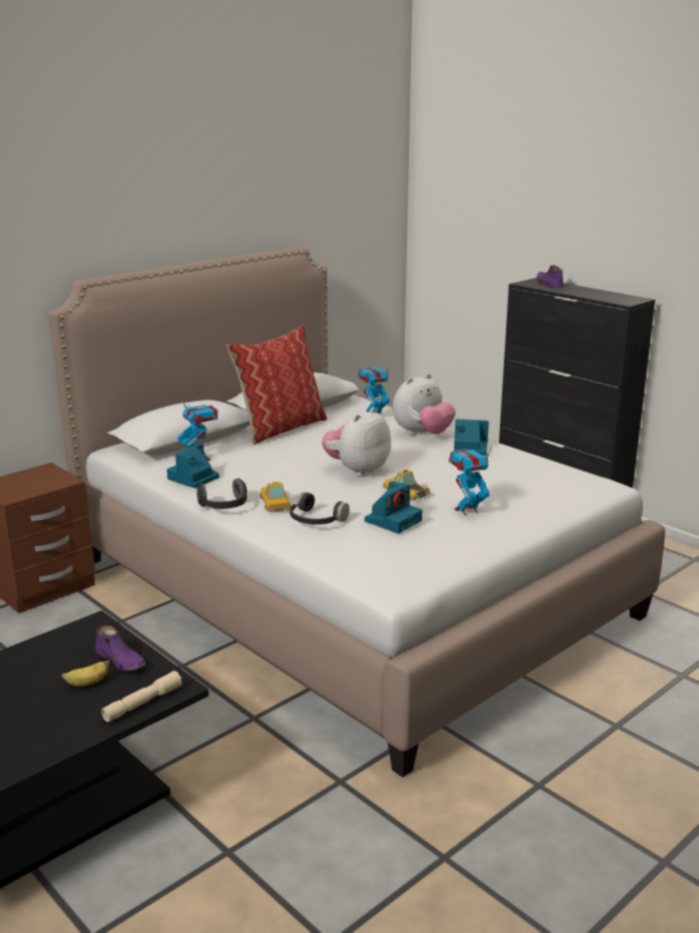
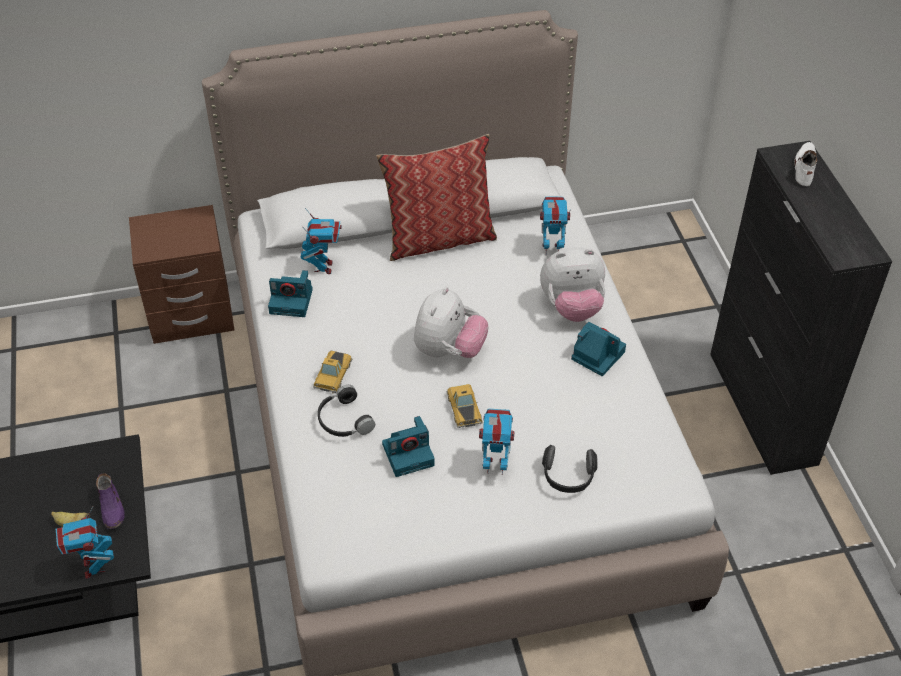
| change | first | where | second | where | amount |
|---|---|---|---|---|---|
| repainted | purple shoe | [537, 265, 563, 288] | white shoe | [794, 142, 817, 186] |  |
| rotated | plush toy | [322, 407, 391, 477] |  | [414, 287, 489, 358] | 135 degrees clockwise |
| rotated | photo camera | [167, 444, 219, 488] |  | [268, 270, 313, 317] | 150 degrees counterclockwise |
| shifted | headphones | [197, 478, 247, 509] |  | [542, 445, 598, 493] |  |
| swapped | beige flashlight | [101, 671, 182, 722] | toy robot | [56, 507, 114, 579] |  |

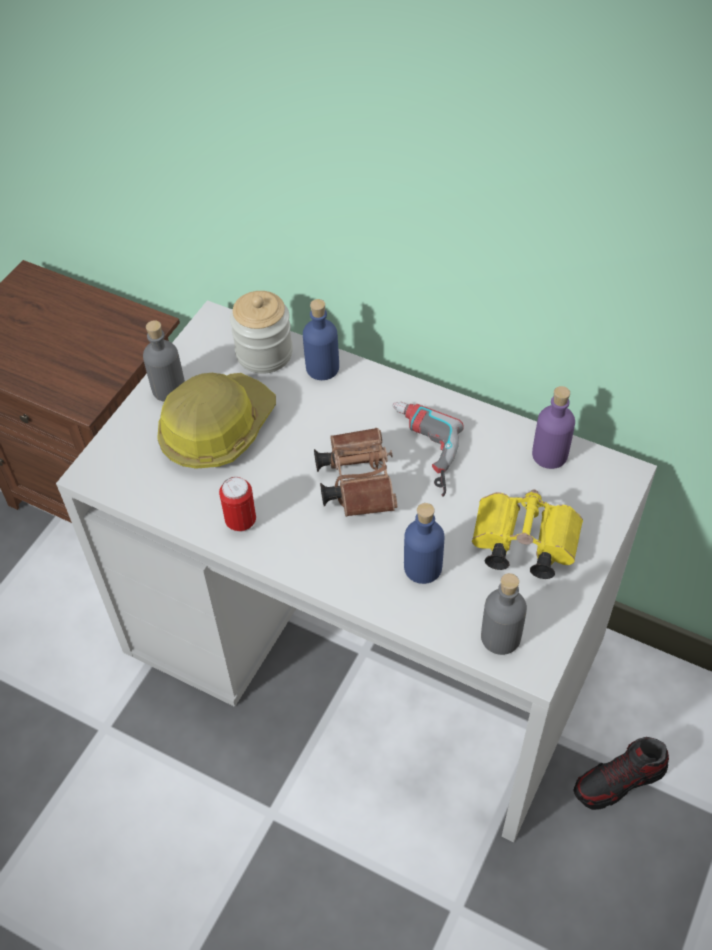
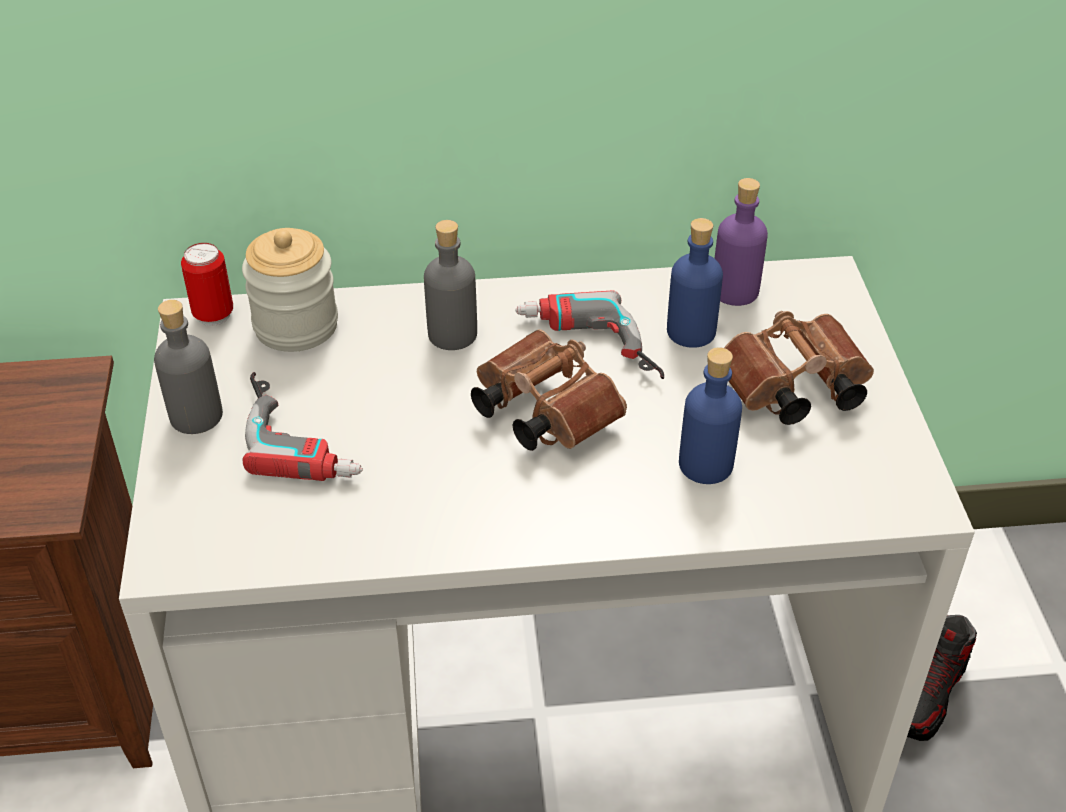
| change | first | where | second | where | amount |
|---|---|---|---|---|---|
| shifted | blue bottle | [303, 299, 339, 380] |  | [667, 218, 723, 348] |  |
| swapped | hard hat | [157, 373, 276, 469] | power drill | [243, 372, 363, 481] |  |
| shifted | can | [219, 477, 256, 532] |  | [181, 243, 233, 326] |  |
| repainted | yellow binoculars | [472, 490, 583, 579] | brown binoculars | [724, 311, 874, 425] |  |
| shifted | grey bottle | [481, 573, 527, 655] |  | [424, 220, 477, 350] |  |

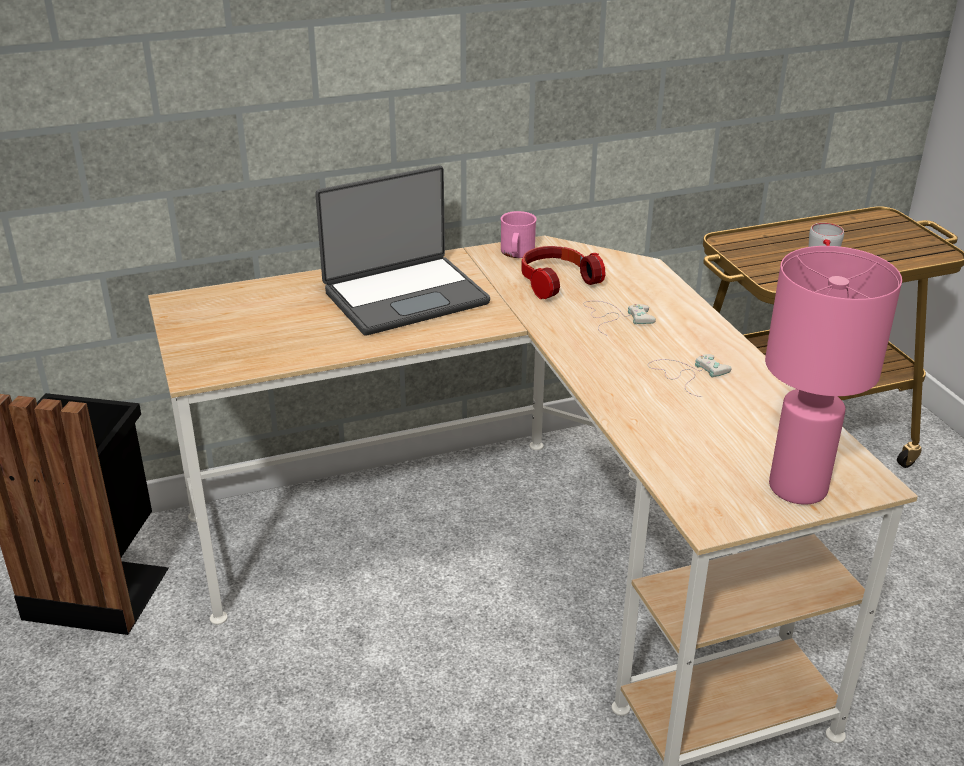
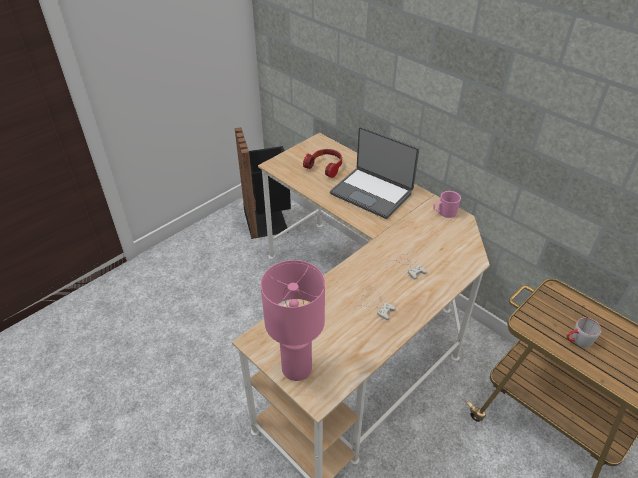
| change | first | where | second | where | amount |
|---|---|---|---|---|---|
| shifted | headphones | [521, 246, 606, 299] |  | [303, 149, 342, 178] |  |

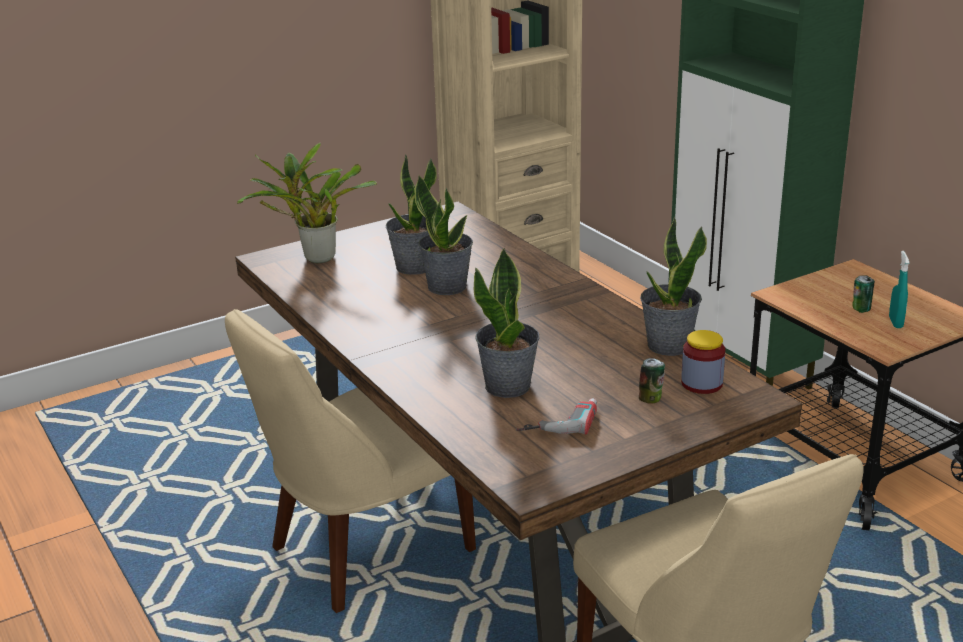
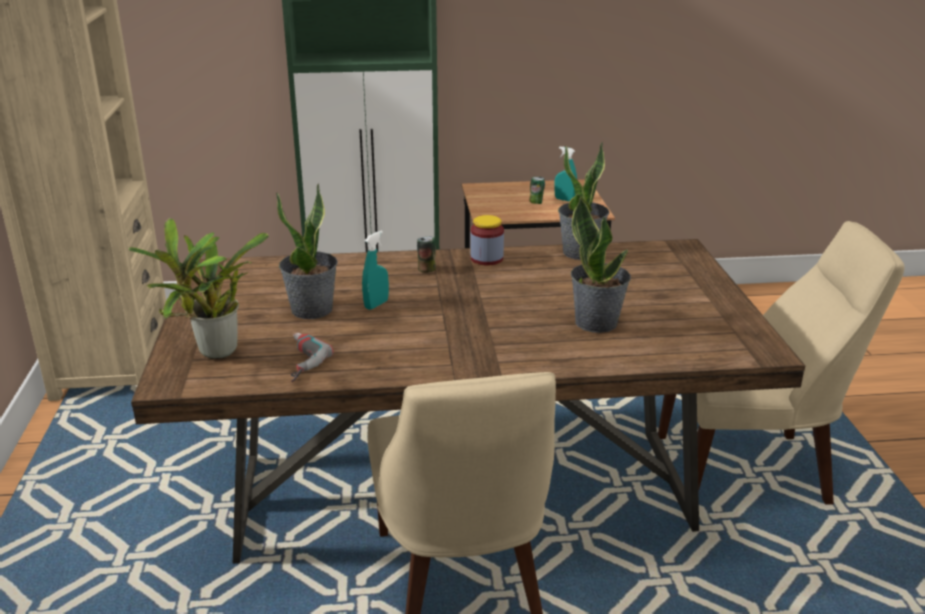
| change | first | where | second | where | amount |
|---|---|---|---|---|---|
| swapped | potted plant | [414, 175, 473, 295] | turquoise spray bottle | [362, 231, 389, 310] |  |
| shifted | jar | [681, 330, 725, 394] |  | [470, 215, 504, 265] |  |
| shifted | can | [639, 358, 665, 404] |  | [417, 236, 436, 273] |  |
| shifted | power drill | [516, 398, 597, 435] |  | [291, 333, 333, 382] |  |

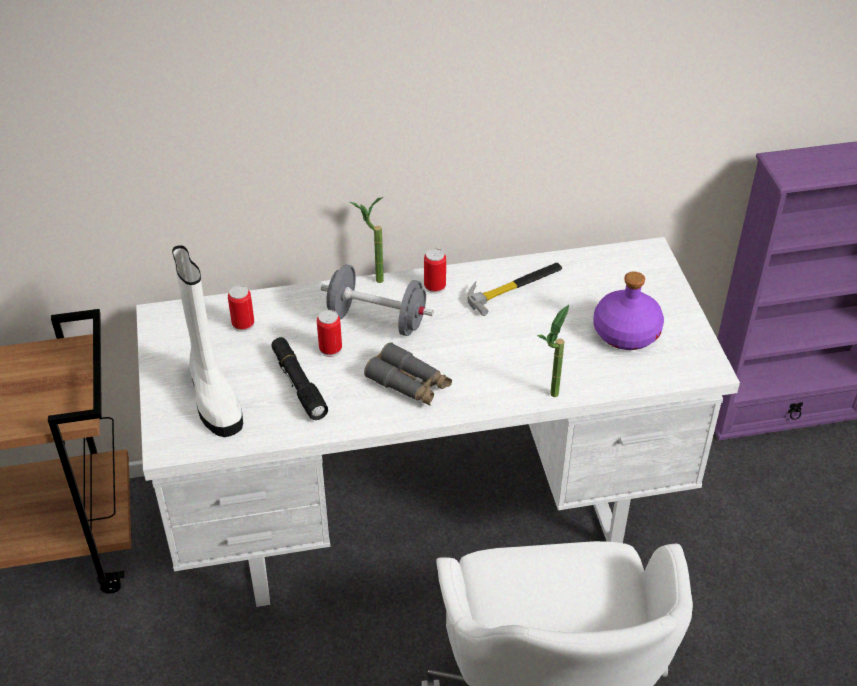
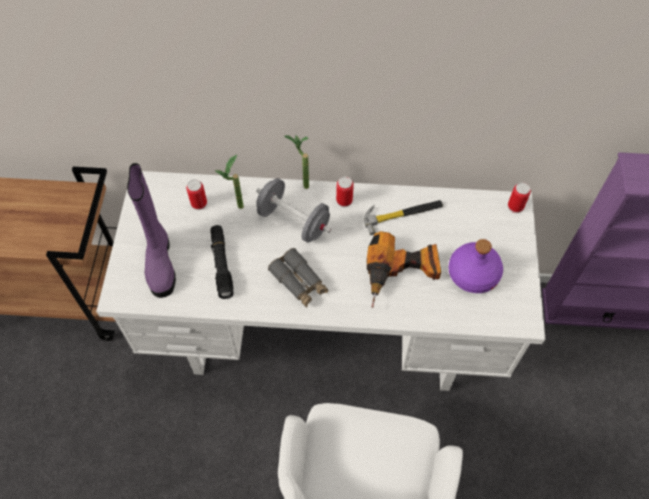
| change | first | where | second | where | amount |
|---|---|---|---|---|---|
| repainted | white boot | [172, 245, 243, 437] | purple boot | [127, 163, 176, 298] |  |
| shifted | potted plant | [537, 305, 569, 397] |  | [215, 155, 244, 209] |  |
| shifted | can | [317, 310, 342, 357] |  | [508, 182, 531, 213] |  |
| new |  |  | power drill | [367, 231, 441, 308] |  |

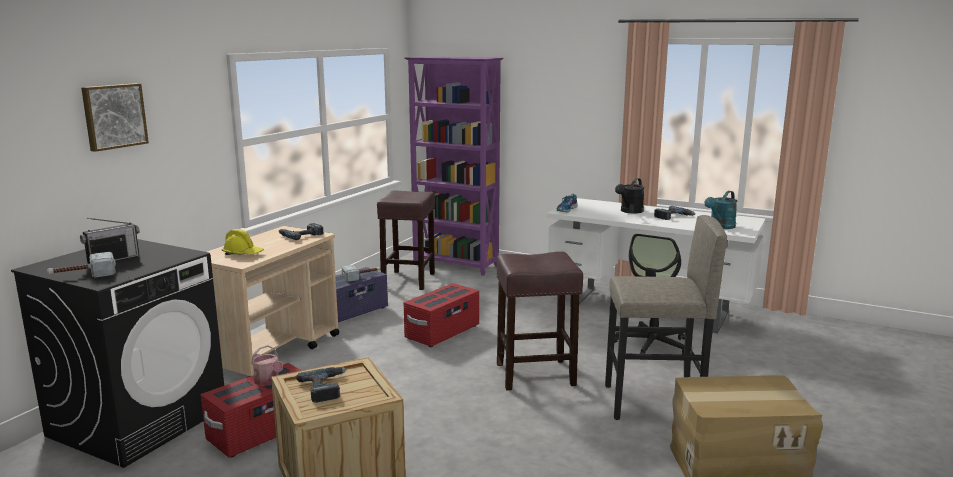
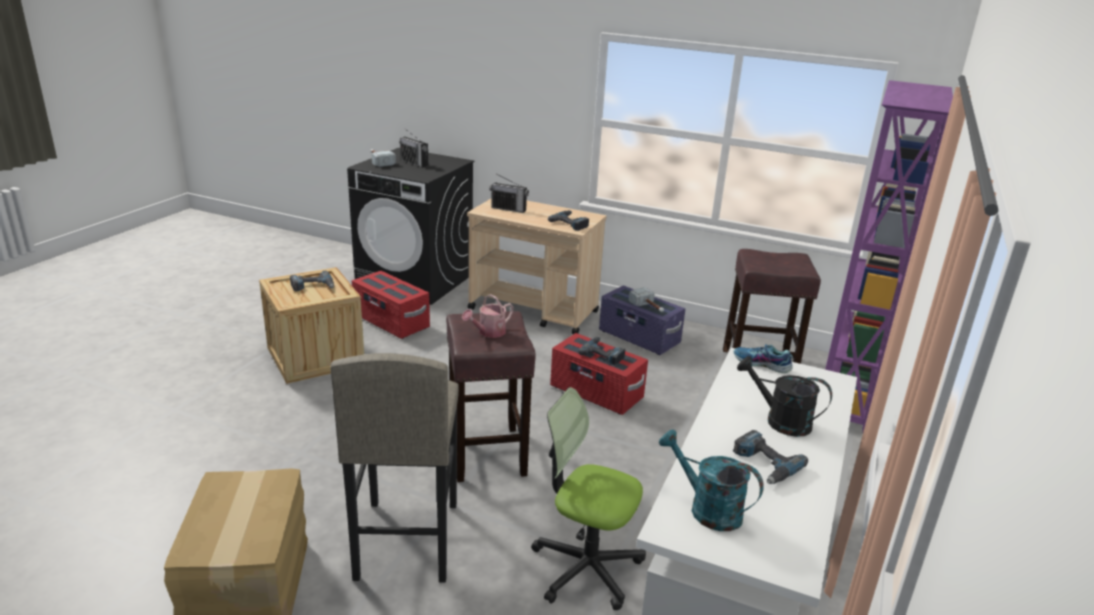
| change | first | where | second | where | amount |
|---|---|---|---|---|---|
| gone | picture | [81, 83, 149, 152] |  |  |  |
| swapped | yellow hard hat | [222, 229, 264, 255] | radio | [489, 174, 529, 213] |  |
| shifted | watering can | [251, 345, 283, 386] |  | [462, 294, 513, 338] |  |
| new |  |  | power drill | [578, 337, 626, 365] |  |

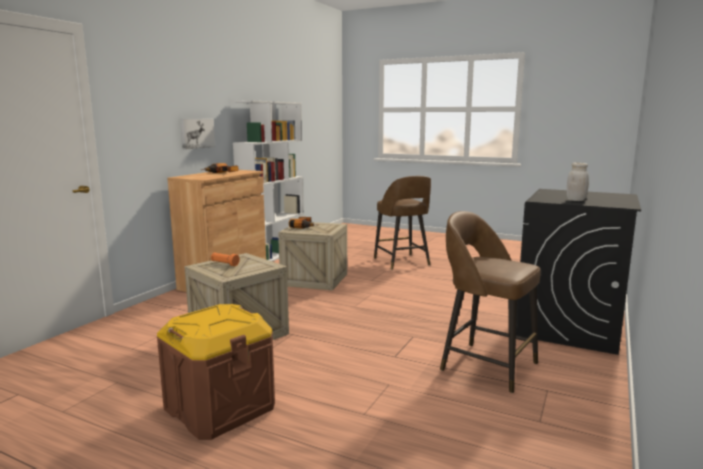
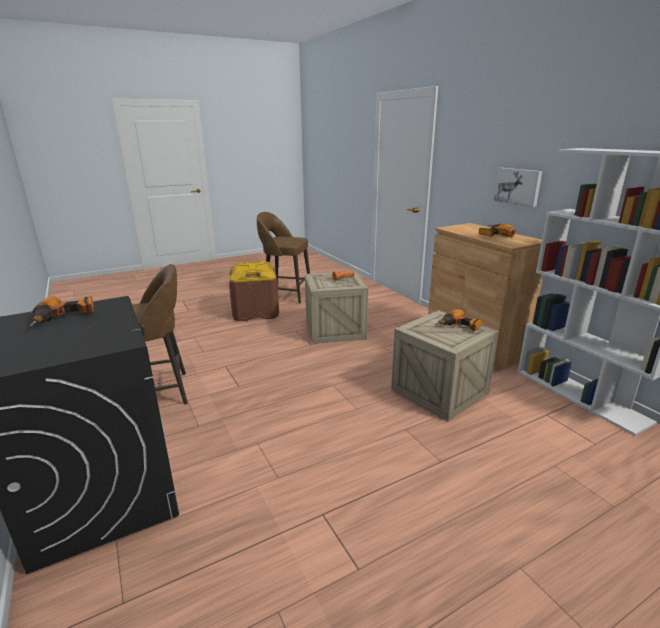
| change | first | where | second | where | amount |
|---|---|---|---|---|---|
| swapped | white jar | [567, 162, 589, 201] | power drill | [30, 296, 94, 327] |  |
| shifted | brown stool | [374, 176, 431, 270] |  | [257, 212, 310, 304] |  |

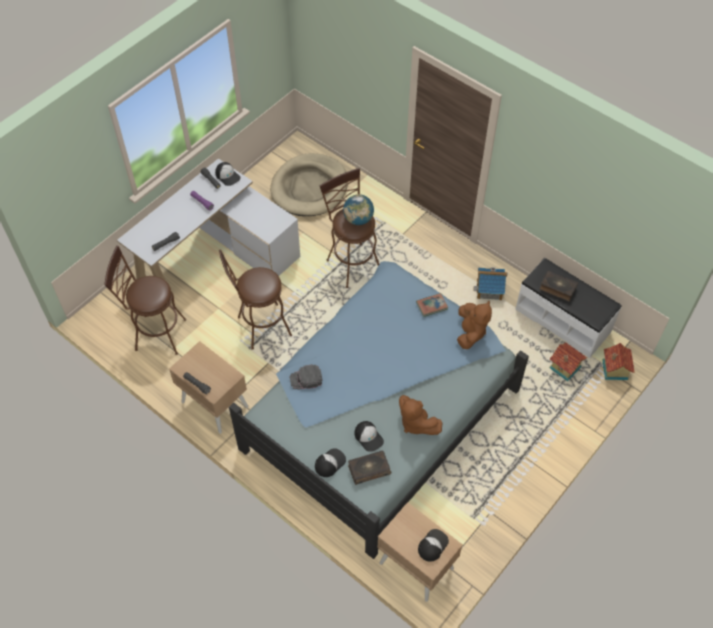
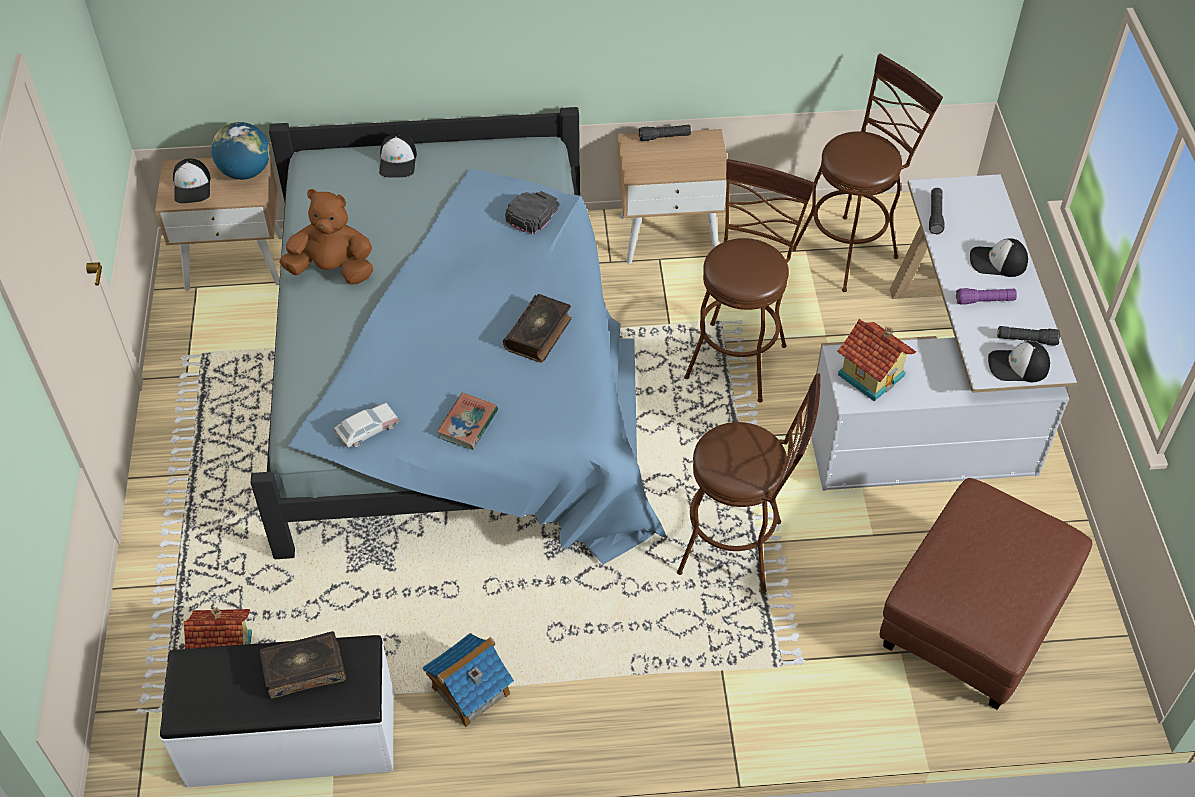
| change | first | where | second | where | amount |
|---|---|---|---|---|---|
| swapped | beige dog bed | [270, 153, 348, 216] | brown ottoman | [880, 478, 1092, 710] |  |
| shifted | globe | [343, 194, 374, 225] |  | [211, 122, 270, 180] |  |
| swapped | brown plush toy | [457, 301, 492, 349] | toy car | [334, 403, 399, 447] |  |
| shifted | toy house | [602, 343, 635, 380] |  | [837, 319, 916, 401] |  |
| shifted | cap | [354, 421, 384, 452] |  | [970, 238, 1028, 277] |  |
| shifted | book | [348, 450, 391, 485] |  | [503, 294, 572, 362] |  |

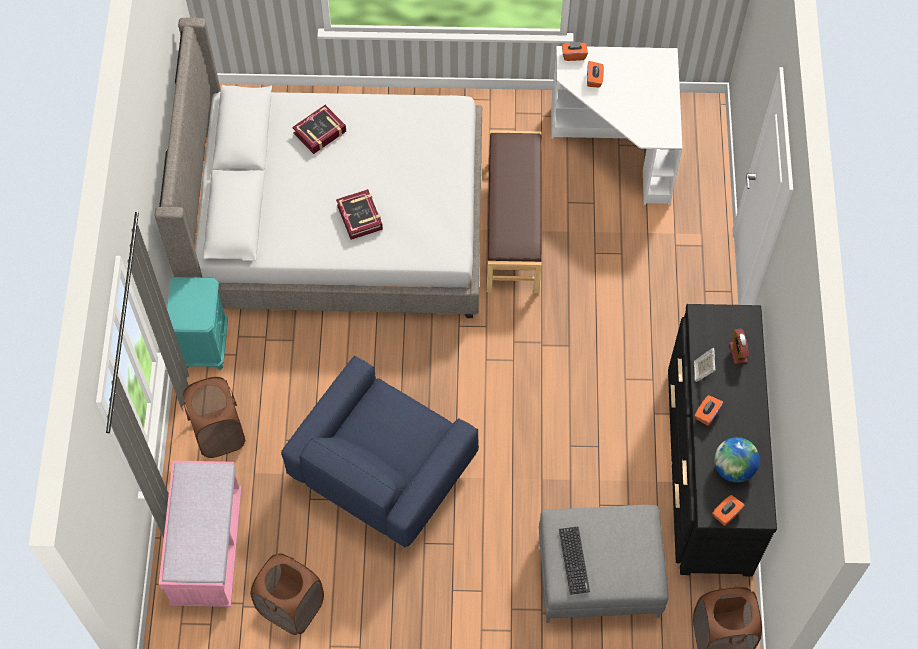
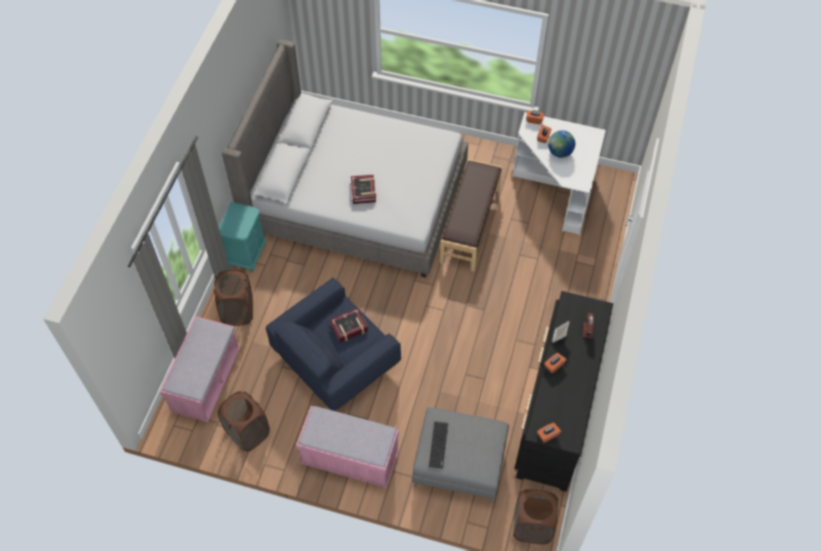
| change | first | where | second | where | amount |
|---|---|---|---|---|---|
| shifted | book | [292, 105, 346, 154] |  | [330, 308, 368, 342] |  |
| shifted | globe | [714, 437, 760, 483] |  | [548, 130, 575, 158] |  |
| new |  |  | pink bench | [296, 406, 399, 488] |  |

